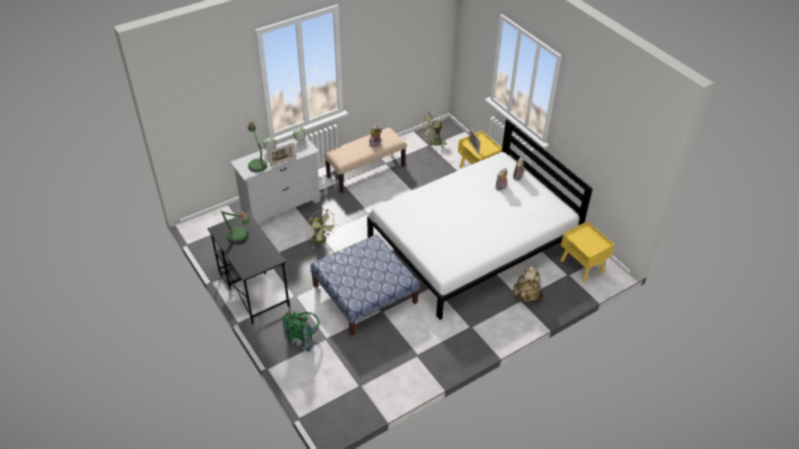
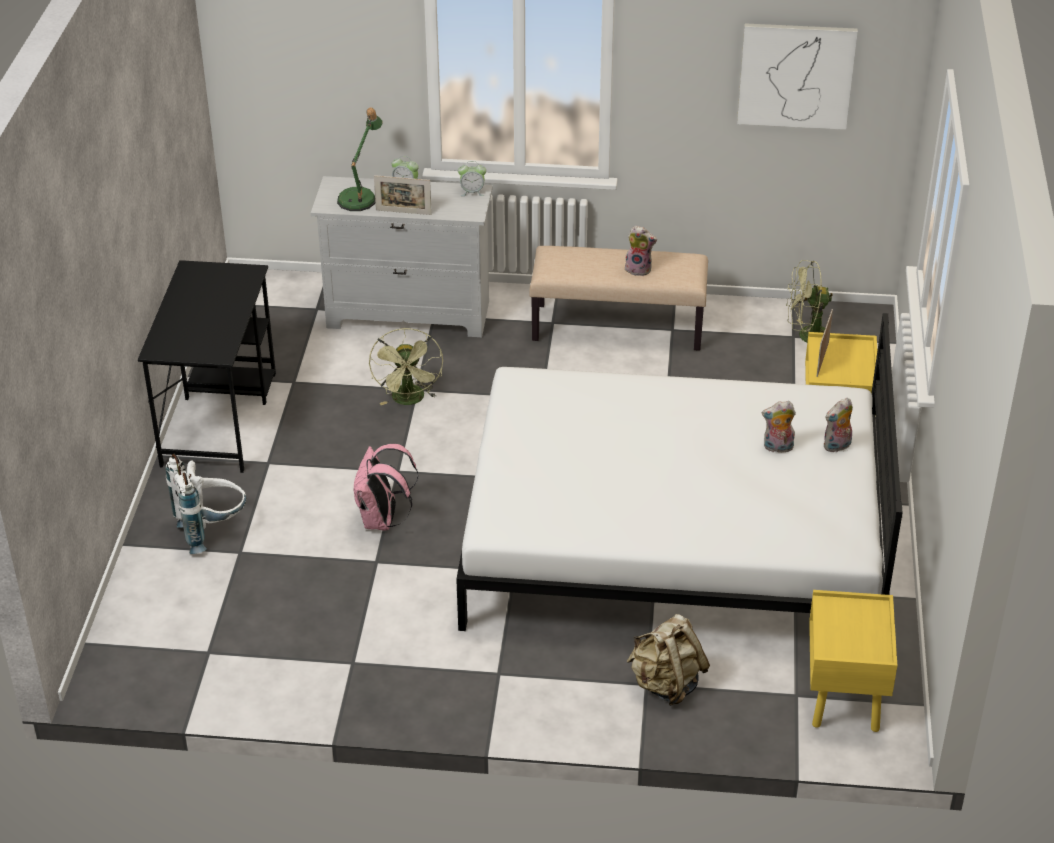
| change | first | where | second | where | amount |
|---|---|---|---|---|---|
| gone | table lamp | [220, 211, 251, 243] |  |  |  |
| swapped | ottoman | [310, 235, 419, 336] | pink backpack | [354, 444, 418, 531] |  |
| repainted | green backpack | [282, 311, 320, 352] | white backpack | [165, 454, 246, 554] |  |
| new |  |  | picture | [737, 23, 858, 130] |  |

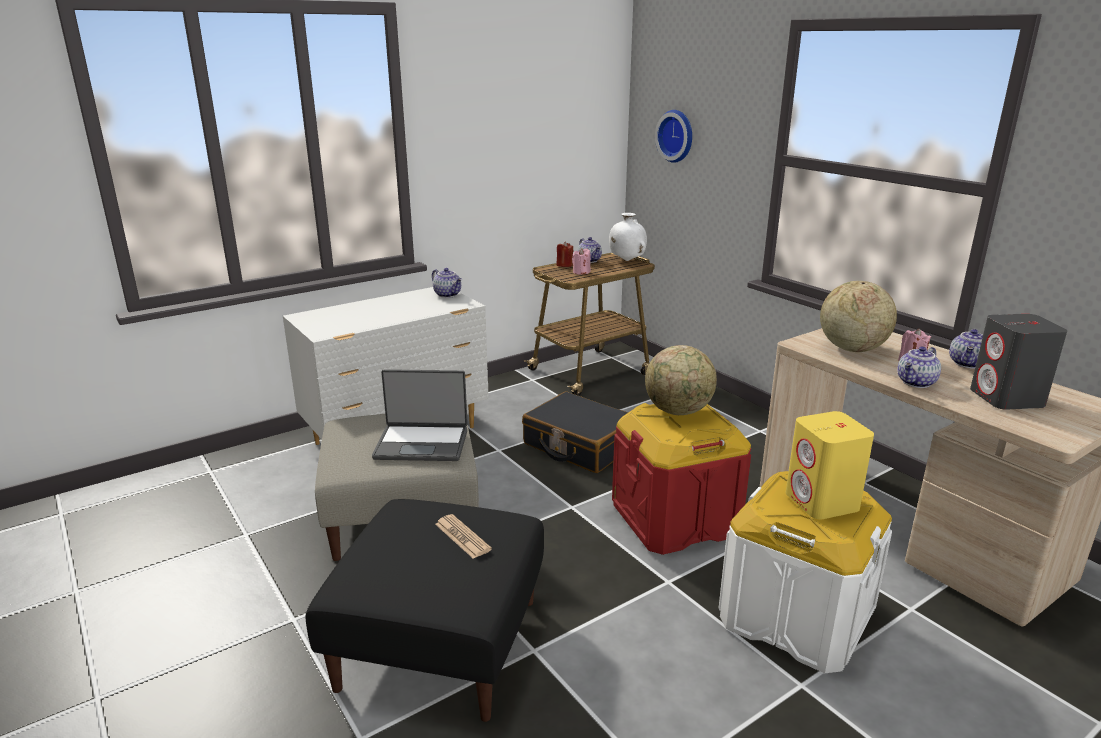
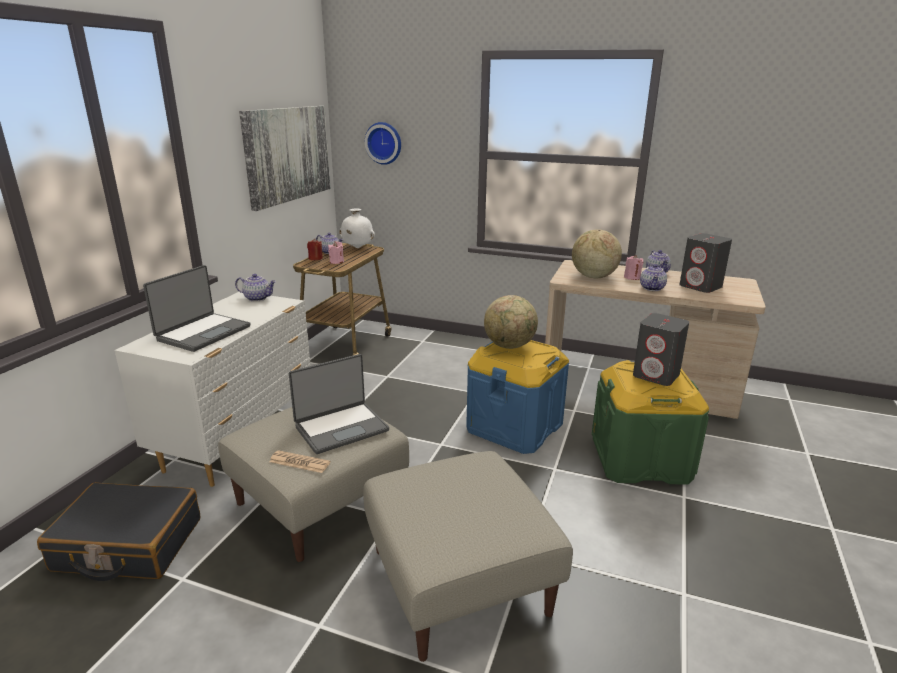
| change | first | where | second | where | amount |
|---|---|---|---|---|---|
| shifted | black suitcase | [522, 392, 628, 473] |  | [37, 482, 200, 581] |  |
| repainted | red storage box | [612, 403, 751, 555] | blue storage box | [466, 340, 569, 454] |  |
| repainted | yellow speaker | [786, 411, 874, 520] | grey speaker | [633, 313, 689, 386] |  |
| repainted | white storage box | [719, 471, 892, 673] | green storage box | [592, 360, 709, 485] |  |
| repainted | black ottoman | [306, 499, 544, 722] | beige ottoman | [363, 451, 573, 662] |  |
| shifted | newspaper | [435, 514, 492, 559] |  | [269, 450, 330, 473] |  |
| new |  |  | picture | [239, 106, 330, 211] |  |
| new |  |  | laptop | [143, 265, 251, 352] |  |

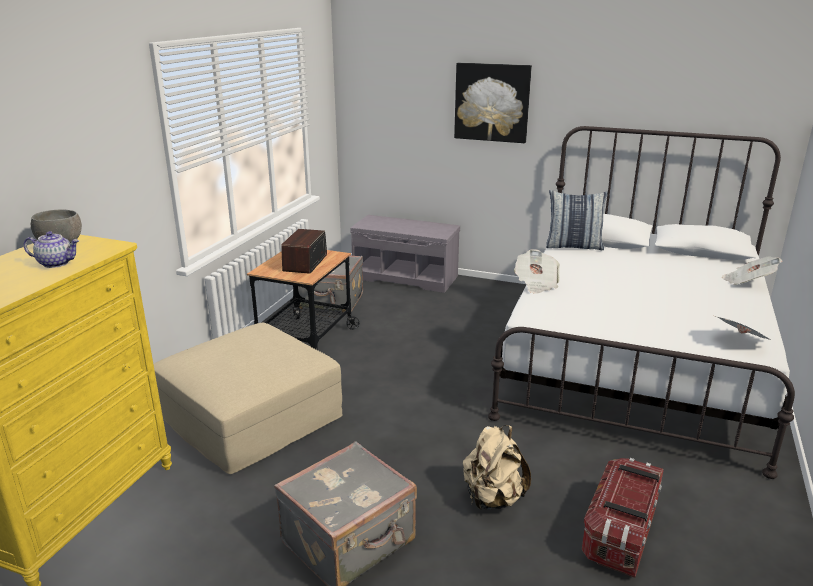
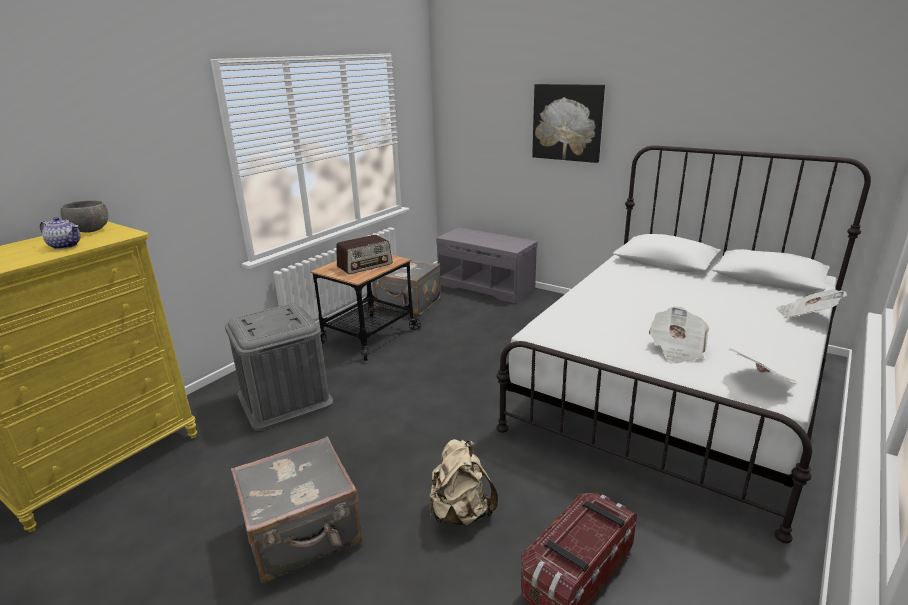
| change | first | where | second | where | amount |
|---|---|---|---|---|---|
| gone | pillow | [546, 190, 608, 250] |  |  |  |
| rotated | radio | [281, 229, 327, 274] |  | [336, 235, 393, 274] | 150 degrees counterclockwise |
| shifted | newspaper | [514, 249, 560, 294] |  | [649, 307, 709, 364] |  |
| swapped | beige ottoman | [154, 322, 342, 474] | grey storage box | [225, 304, 333, 431] |  |

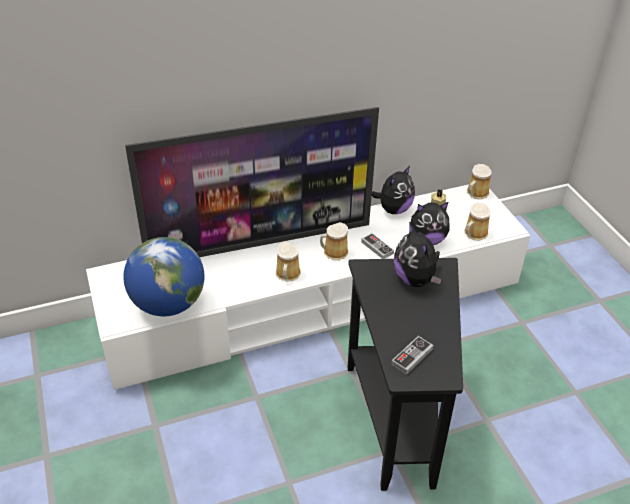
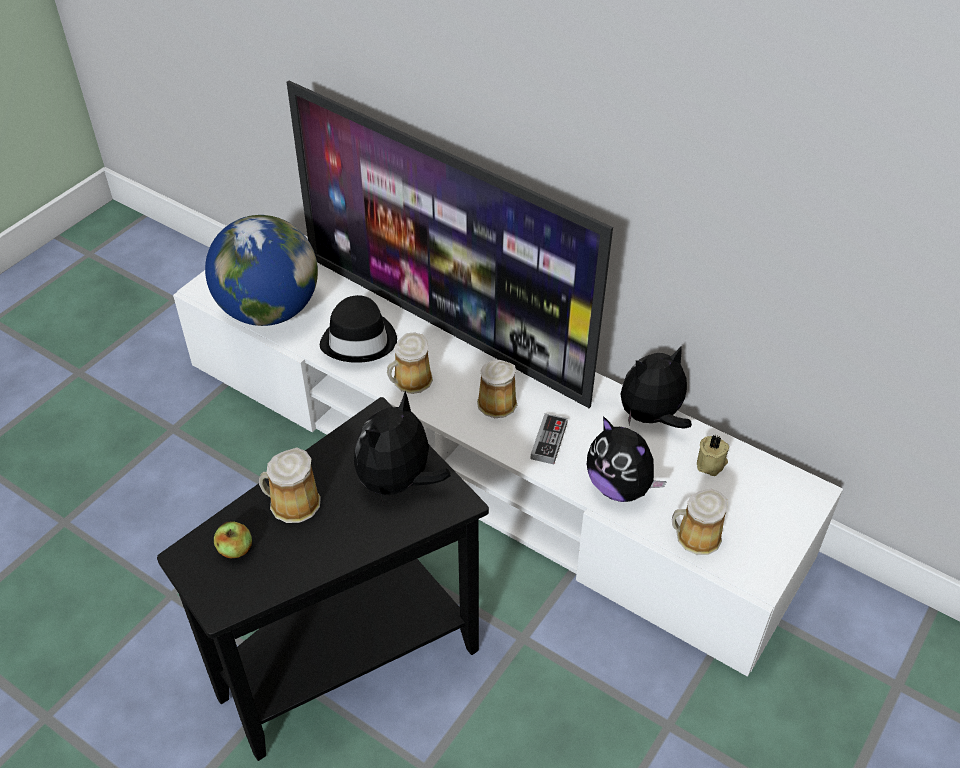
| change | first | where | second | where | amount |
|---|---|---|---|---|---|
| shifted | mug | [467, 164, 492, 199] |  | [259, 448, 321, 523] |  |
| rotated | plush toy | [372, 166, 415, 214] |  | [621, 345, 692, 429] | 150 degrees clockwise |
| swapped | game controller | [391, 336, 434, 375] | apple | [214, 521, 252, 558] |  |
| new |  |  | black hat | [320, 295, 397, 363] |  |

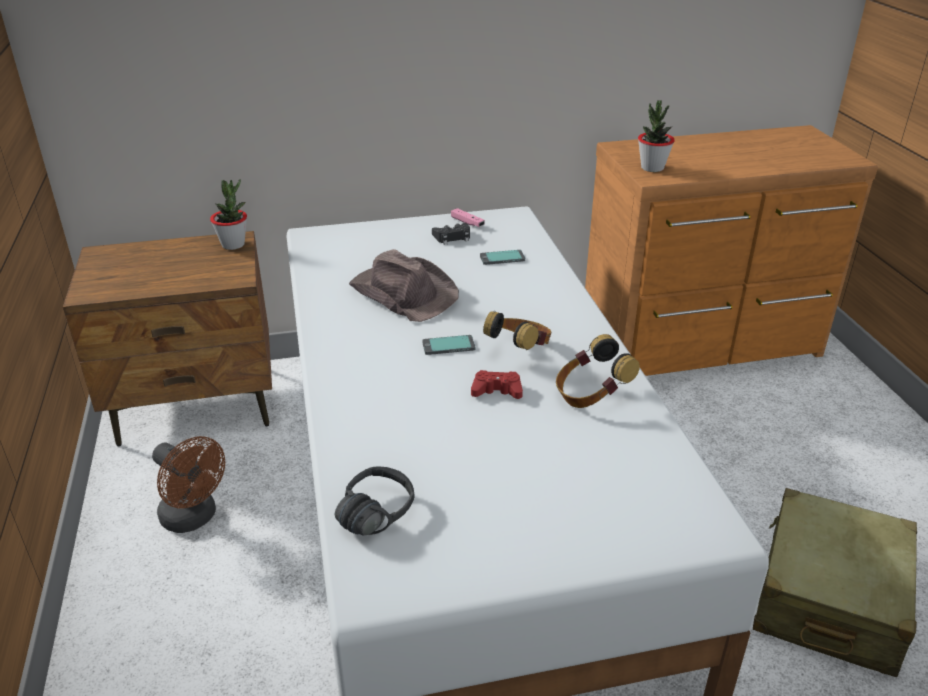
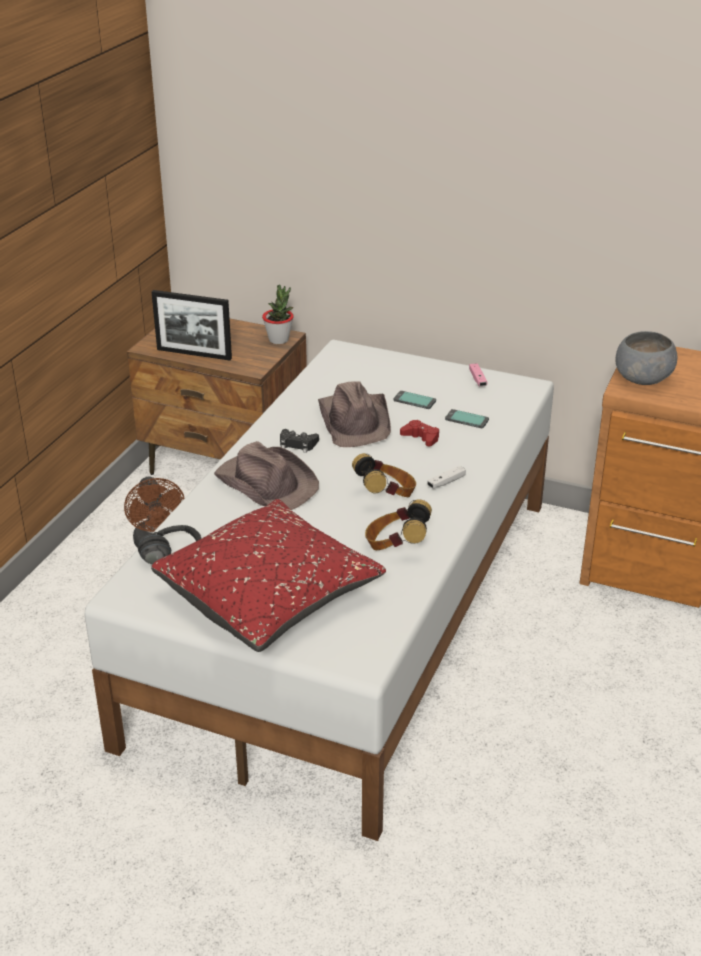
| change | first | where | second | where | amount |
|---|---|---|---|---|---|
| swapped | potted plant | [638, 100, 675, 172] | grey bowl | [615, 331, 678, 385] |  |
| shifted | black game controller | [432, 223, 470, 245] |  | [280, 429, 319, 453] |  |
| shifted | phone | [422, 335, 475, 355] |  | [394, 391, 436, 409] |  |
| shifted | red game controller | [471, 370, 523, 399] |  | [400, 420, 439, 446] |  |
| gone | beige suitcase | [753, 488, 917, 677] |  |  |  |
| new |  |  | picture frame | [152, 290, 232, 360] |  |
| new |  |  | brown hat | [214, 441, 319, 510] |  |
| new |  |  | white game controller | [427, 465, 466, 489] |  |
| new |  |  | red pillow | [151, 499, 386, 652] |  |

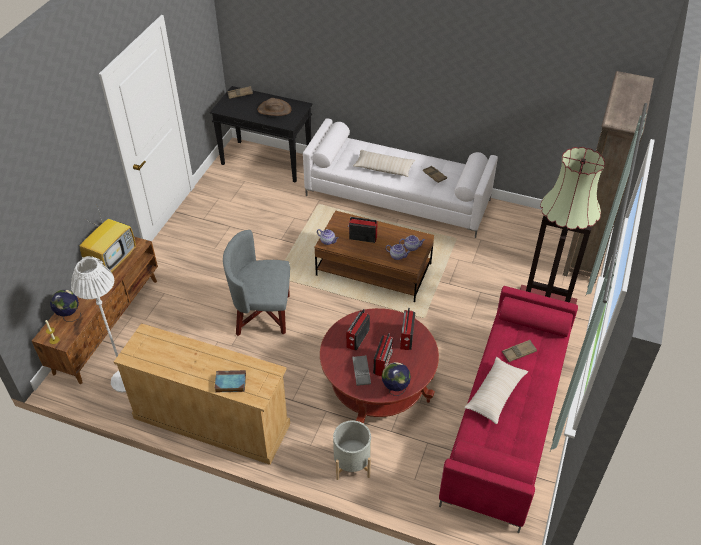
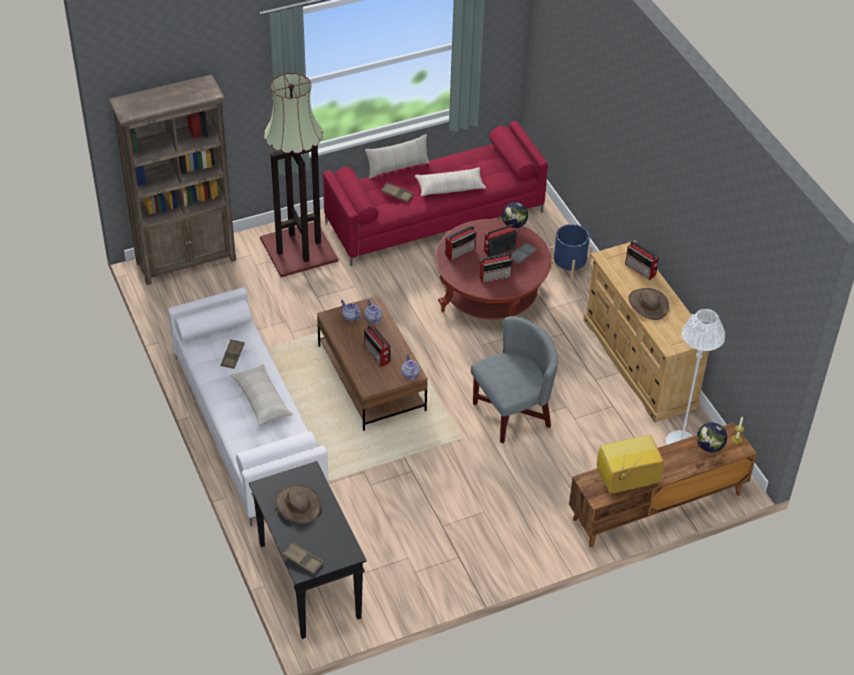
| change | first | where | second | where | amount |
|---|---|---|---|---|---|
| rotated | grey armchair | [223, 230, 290, 336] |  | [471, 316, 558, 443] | 75 degrees counterclockwise |
| swapped | book | [215, 370, 246, 392] | radio | [625, 241, 659, 280] |  |
| repainted | grey planter | [333, 420, 371, 480] | blue planter | [550, 224, 593, 284] |  |
| new |  |  | beige pillow | [365, 134, 430, 179] |  |
| new |  |  | brown hat | [629, 288, 669, 320] |  |

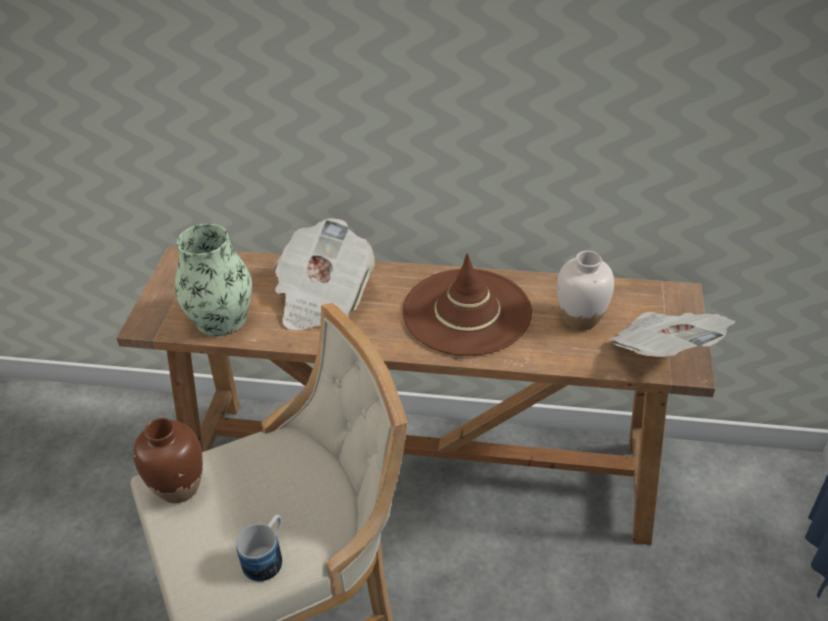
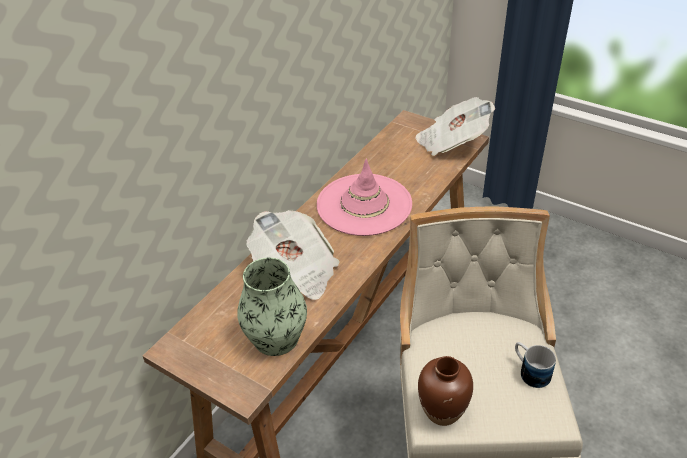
| change | first | where | second | where | amount |
|---|---|---|---|---|---|
| gone | white vase | [557, 251, 614, 330] |  |  |  |
| repainted | brown hat | [403, 253, 532, 356] | pink hat | [317, 159, 412, 236] |  |

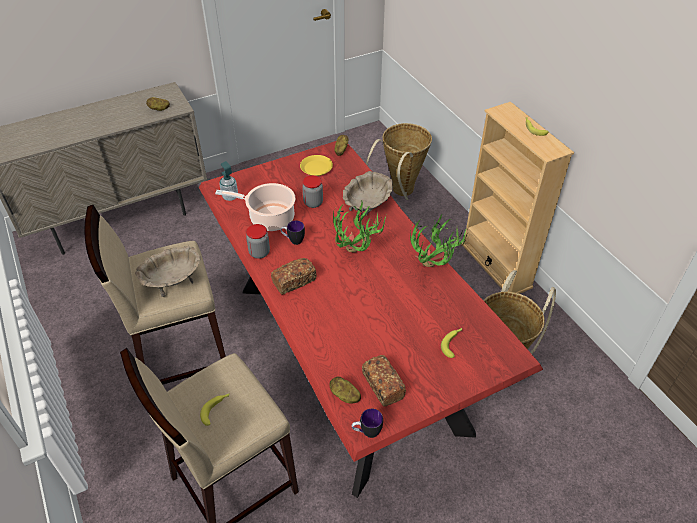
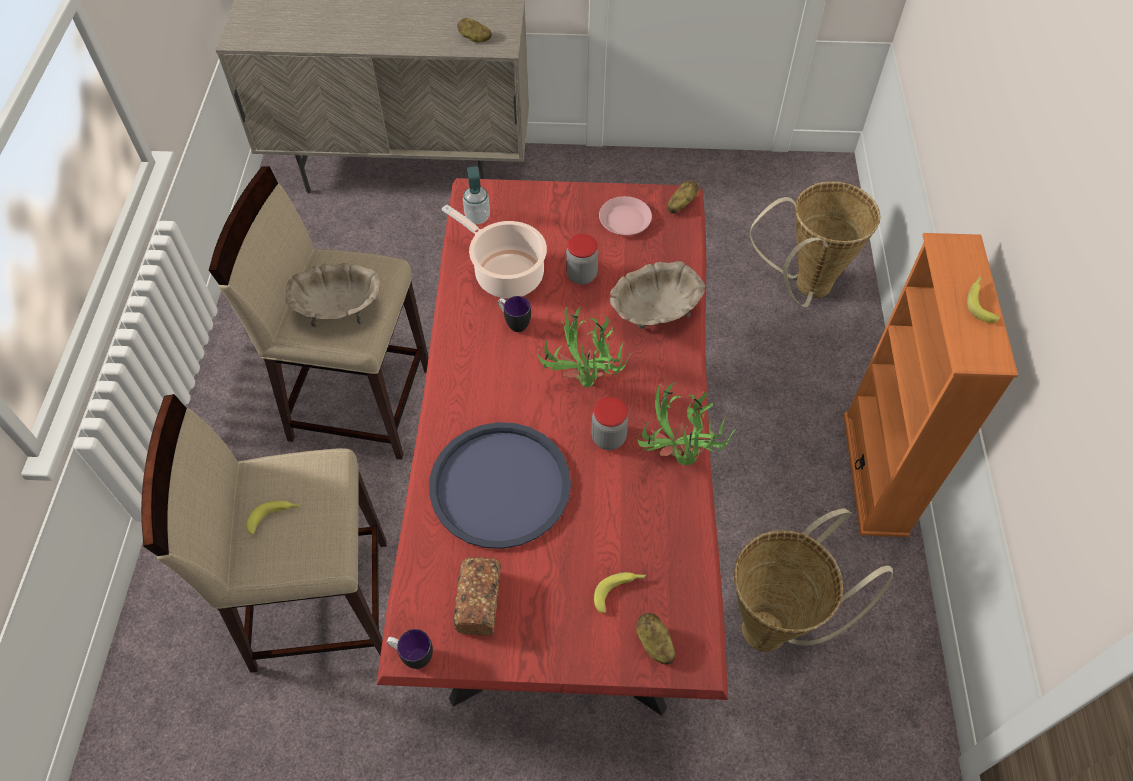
| change | first | where | second | where | amount |
|---|---|---|---|---|---|
| repainted | beige bookcase | [461, 102, 574, 294] | orange bookcase | [843, 233, 1018, 537] |  |
| repainted | yellow plate | [300, 155, 333, 176] | pink plate | [599, 196, 652, 235] |  |
| shifted | jar | [246, 224, 270, 259] |  | [591, 397, 628, 450] |  |
| gone | bread | [271, 258, 317, 295] |  |  |  |
| shifted | potato | [329, 376, 361, 403] |  | [636, 613, 676, 665] |  |
| new |  |  | blue tray | [429, 422, 571, 549] |  |

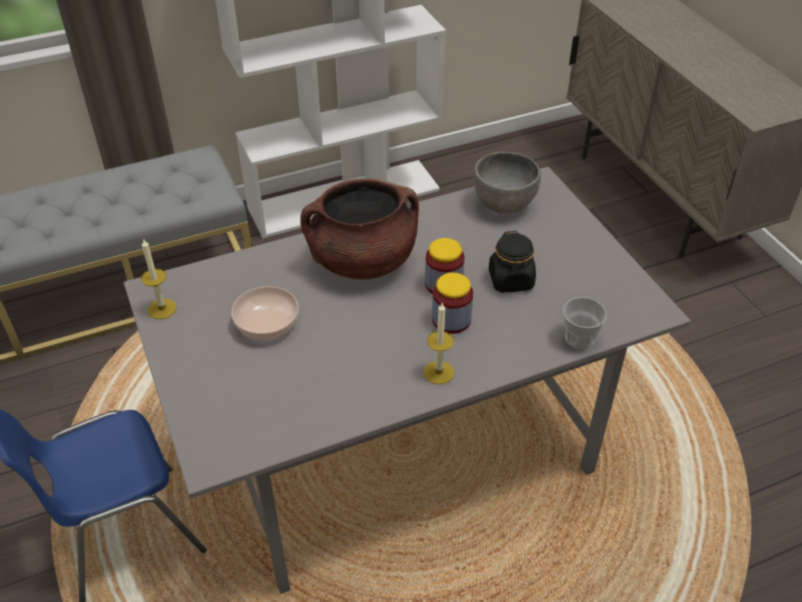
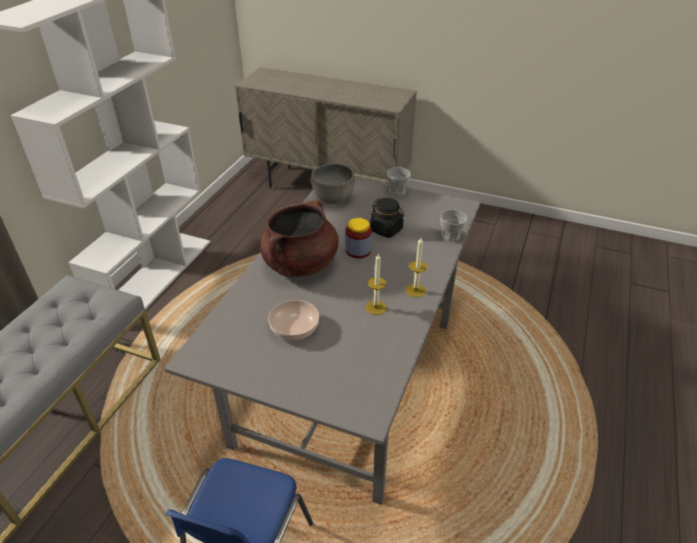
| change | first | where | second | where | amount |
|---|---|---|---|---|---|
| shifted | candle | [141, 238, 177, 319] |  | [366, 254, 387, 315] |  |
| gone | jar | [432, 273, 473, 334] |  |  |  |
| new |  |  | cup | [387, 167, 411, 196] |  |

